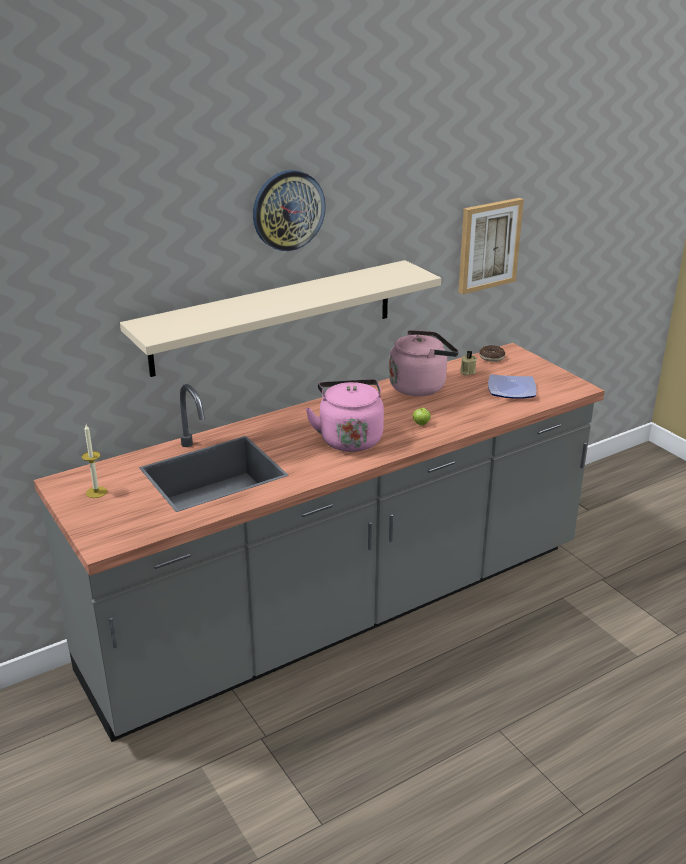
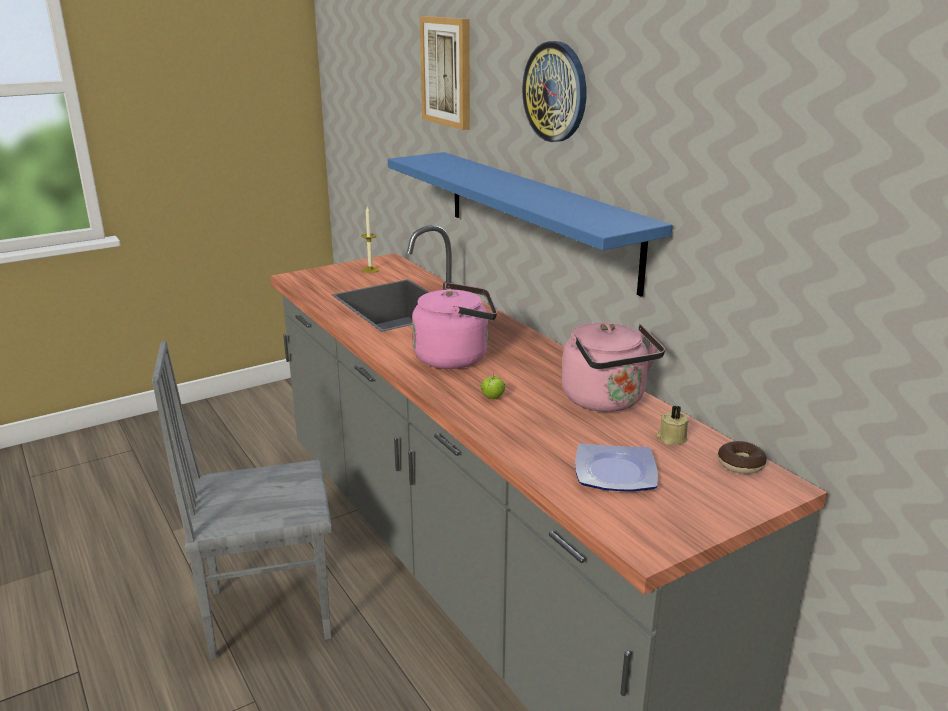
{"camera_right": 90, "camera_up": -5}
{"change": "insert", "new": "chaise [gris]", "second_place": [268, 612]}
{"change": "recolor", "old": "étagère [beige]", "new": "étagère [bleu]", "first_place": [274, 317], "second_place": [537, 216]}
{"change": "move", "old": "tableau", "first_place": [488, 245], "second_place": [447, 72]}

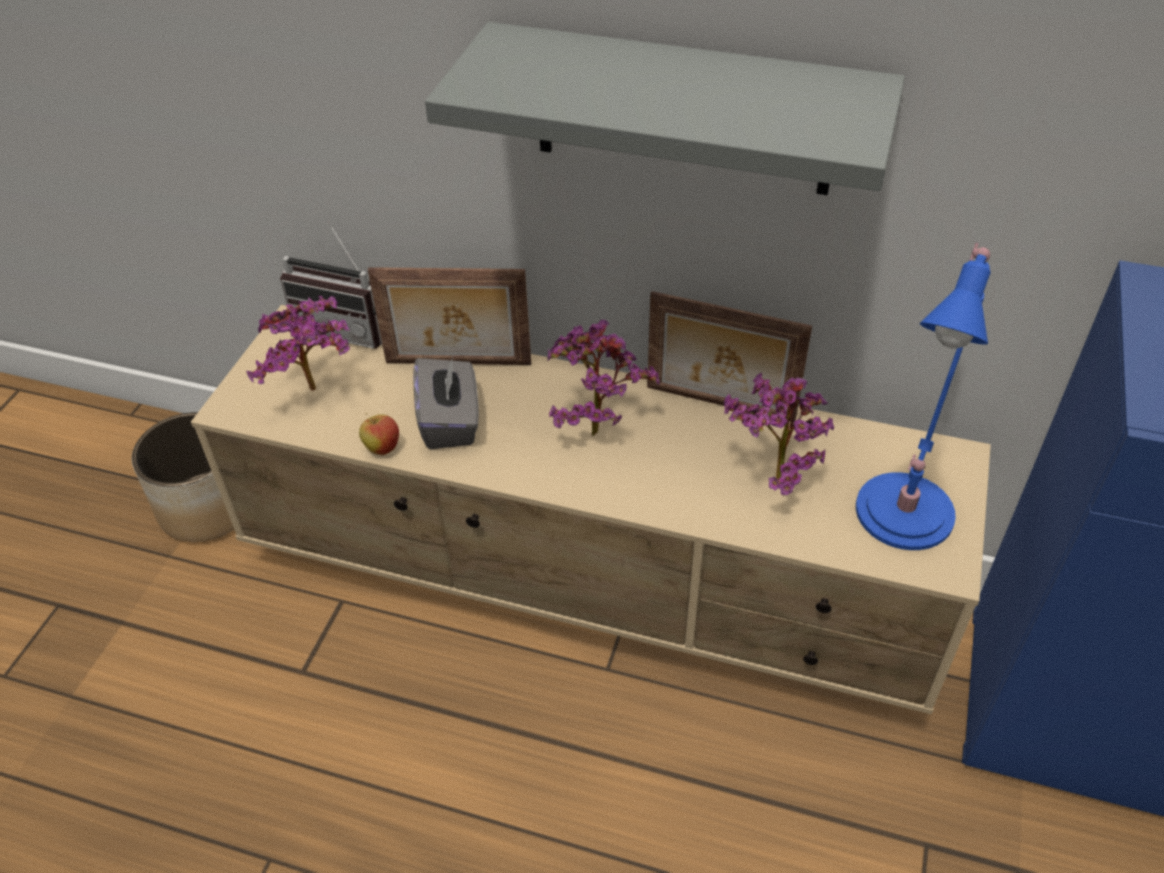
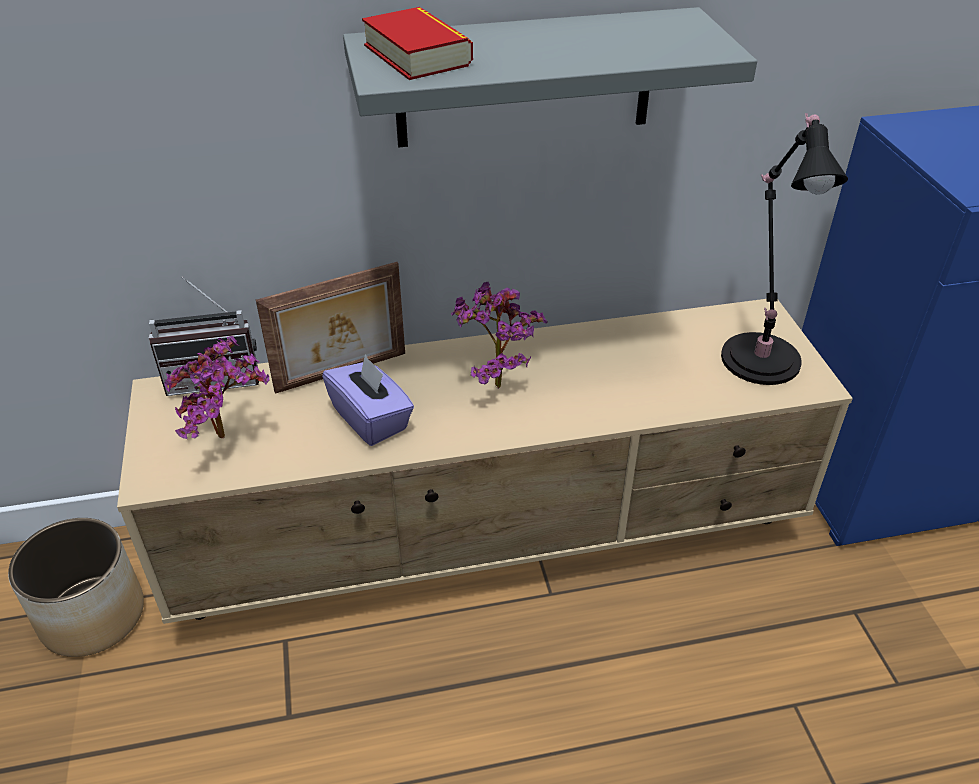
{"camera_right": -30, "camera_up": -5}
{"change": "recolor", "old": "boîte à mouchoirs [gris]", "new": "boîte à mouchoirs [violet]", "first_place": [450, 422], "second_place": [371, 419]}
{"change": "insert", "new": "livre", "second_place": [417, 55]}
{"change": "recolor", "old": "lampe de table [bleu]", "new": "lampe de table [noir]", "first_place": [907, 506], "second_place": [759, 355]}
{"change": "delete", "old": "pomme", "first_place": [382, 448]}
{"change": "delete", "old": "cadre photo", "first_place": [719, 405]}
{"change": "delete", "old": "plante en pot", "first_place": [771, 480]}

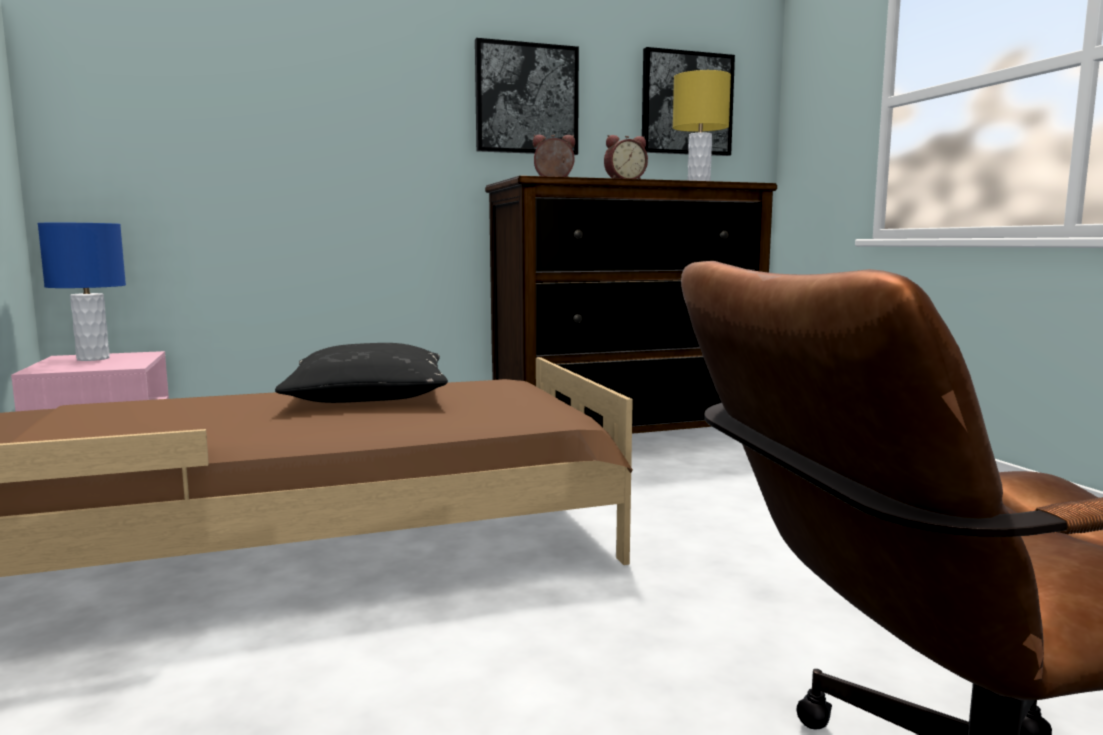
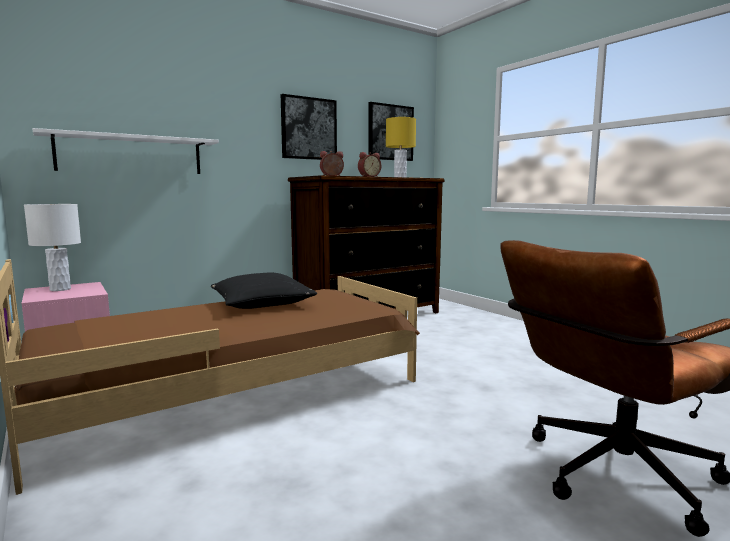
{"camera_right": -15, "camera_up": 0}
{"change": "recolor", "old": "lampe de table [bleu]", "new": "lampe de table [blanc]", "first_place": [93, 358], "second_place": [60, 289]}
{"change": "insert", "new": "étagère [blanc]", "second_place": [131, 155]}

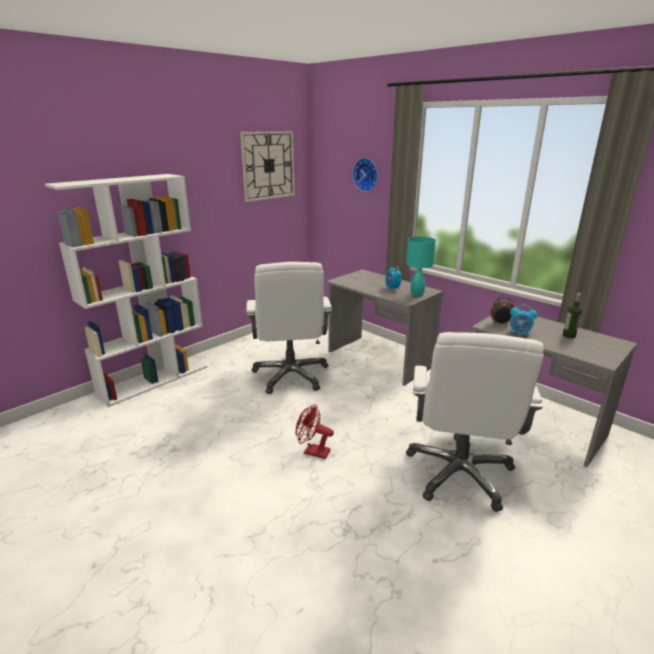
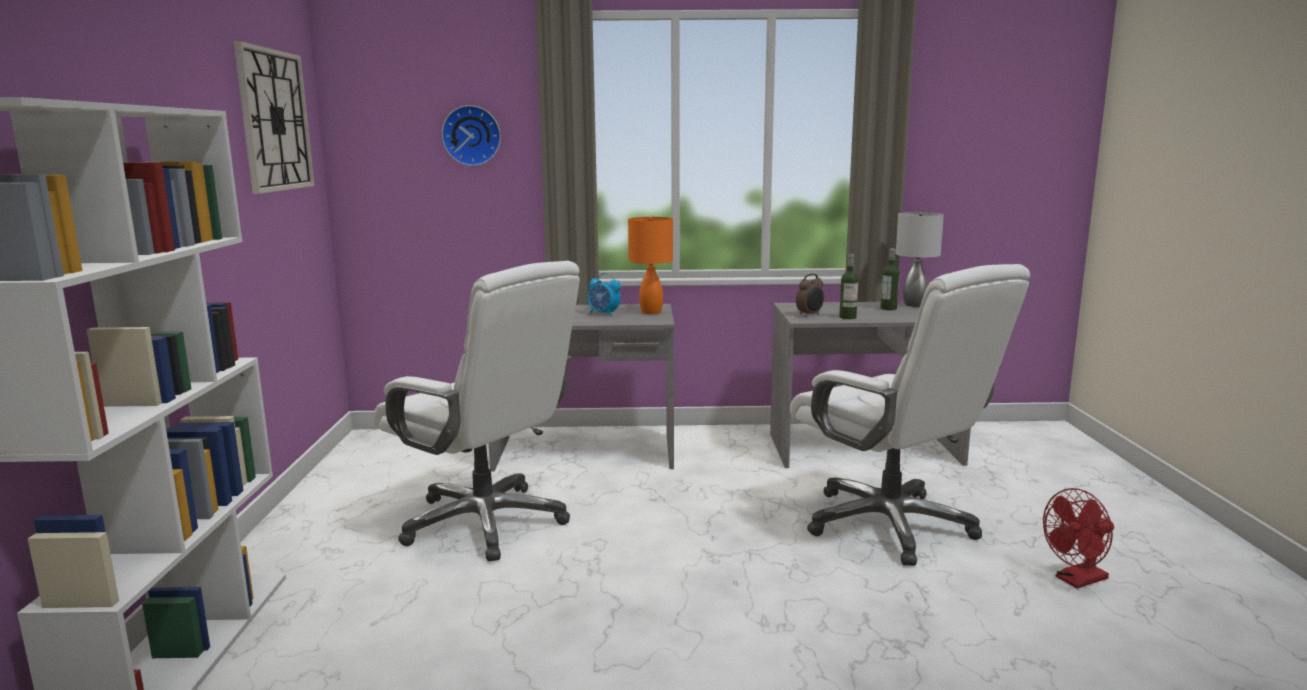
{"camera_right": -45, "camera_up": -10}
{"change": "recolor", "old": "lampe de table [turquoise]", "new": "lampe de table [orange]", "first_place": [417, 294], "second_place": [651, 312]}
{"change": "replace", "old": "réveil", "new": "bouteille", "first_place": [519, 333], "second_place": [847, 317]}
{"change": "insert", "new": "lampe de table [gris]", "second_place": [915, 305]}
{"change": "move", "old": "ventilateur [rouge]", "first_place": [312, 451], "second_place": [1076, 580]}

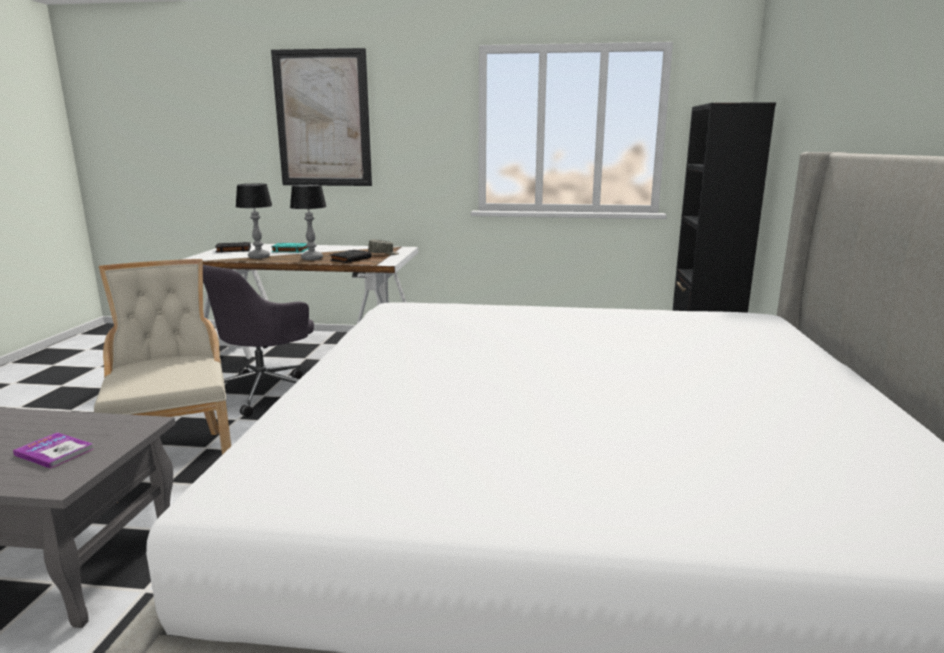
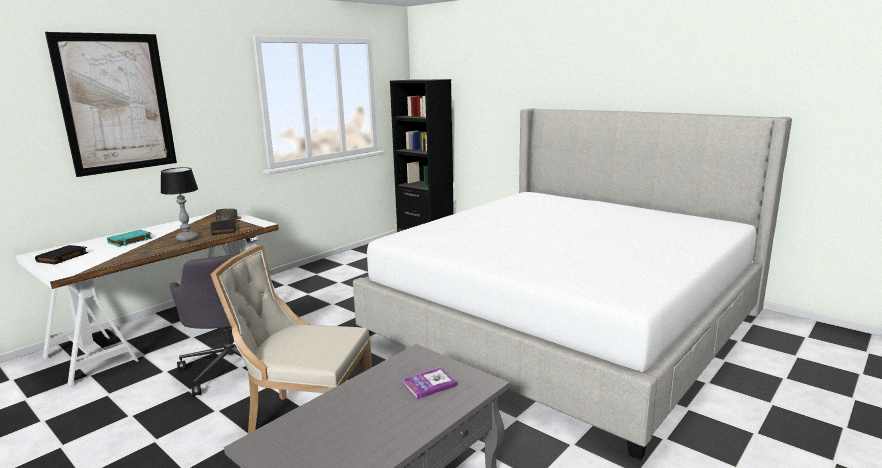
{"camera_right": -55, "camera_up": 0}
{"change": "delete", "old": "lampe de table", "first_place": [259, 257]}

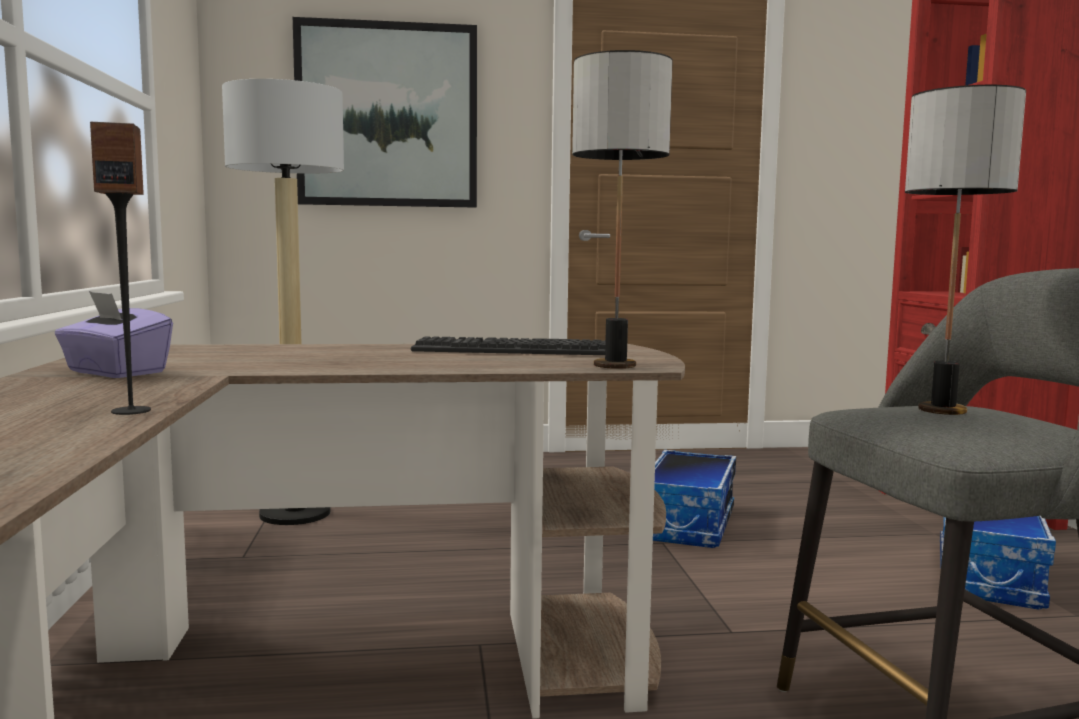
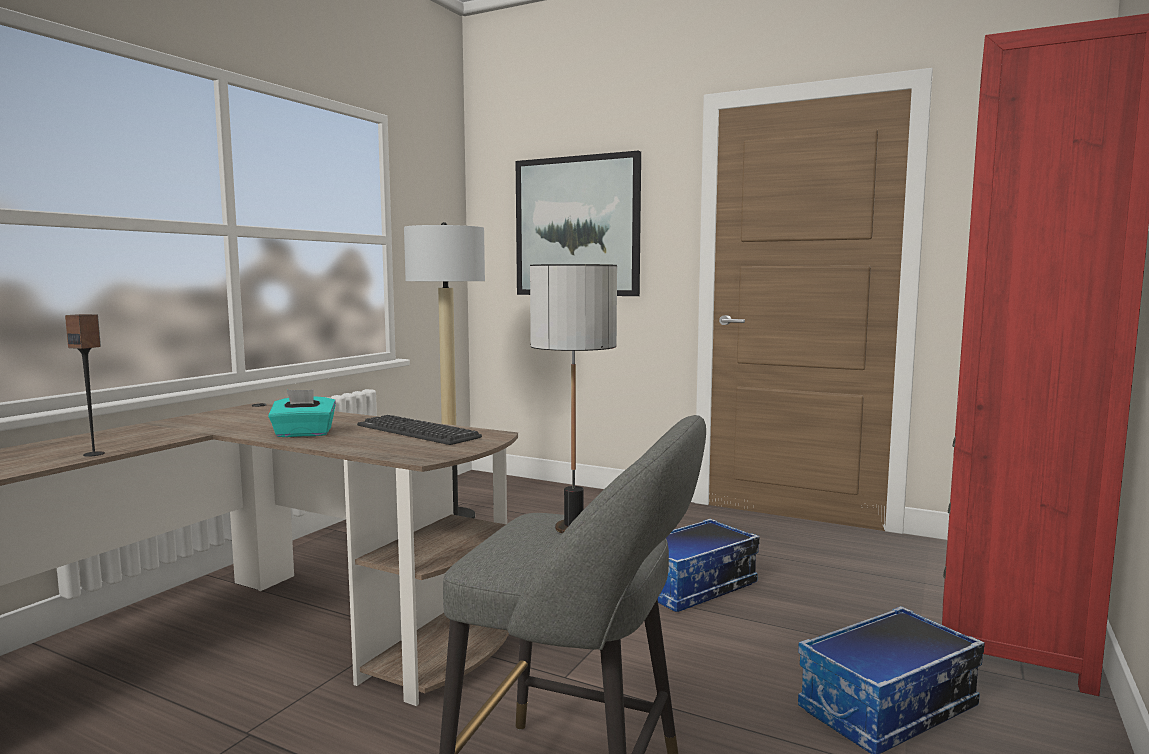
{"camera_right": 35, "camera_up": 0}
{"change": "insert", "new": "boîte à mouchoirs [turquoise]", "second_place": [303, 434]}
{"change": "delete", "old": "boîte à mouchoirs [violet]", "first_place": [115, 372]}
{"change": "delete", "old": "lampe de table", "first_place": [615, 365]}

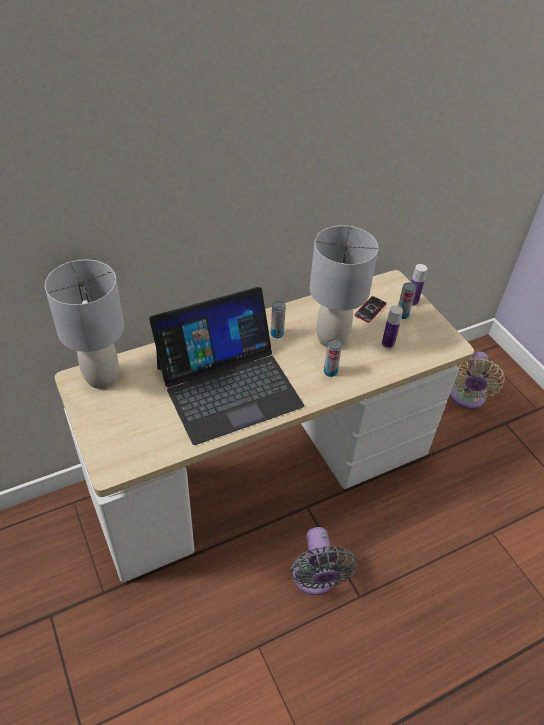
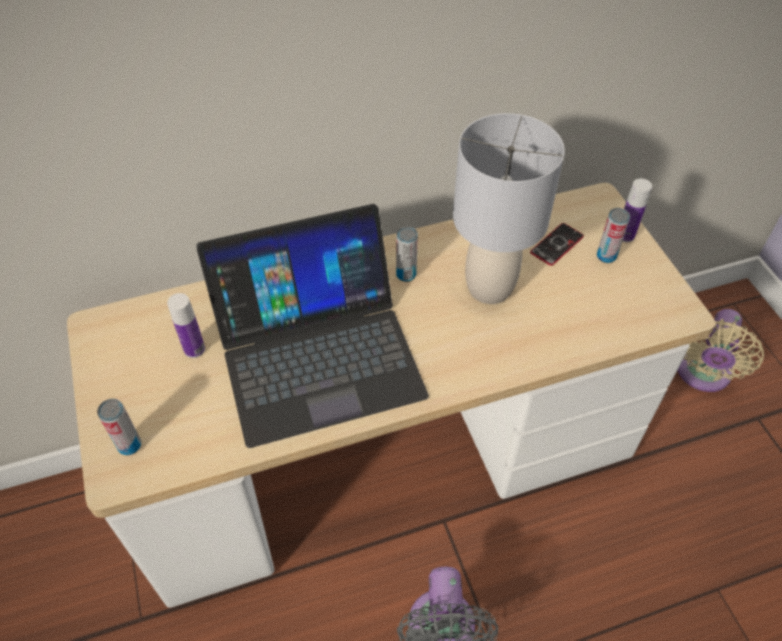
{"camera_right": 10, "camera_up": 5}
{"change": "move", "old": "boîte métallique", "first_place": [330, 372], "second_place": [129, 445]}
{"change": "move", "old": "bouteille", "first_place": [388, 343], "second_place": [194, 349]}
{"change": "delete", "old": "lampe de table [gris]", "first_place": [102, 378]}

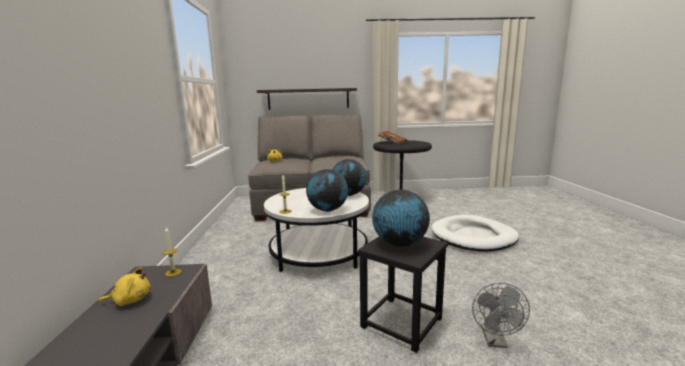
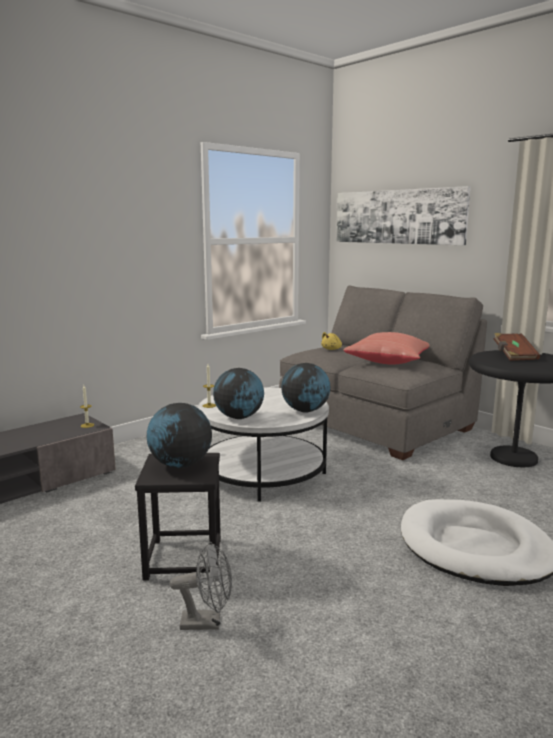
{"camera_right": 50, "camera_up": 0}
{"change": "rotate", "old": "ventilateur [gris]", "first_place": [495, 341], "second_place": [207, 622], "degrees": -150}
{"change": "insert", "new": "tableau", "second_place": [397, 217]}
{"change": "insert", "new": "coussin [rouge]", "second_place": [389, 362]}
{"change": "delete", "old": "peluche [jaune]", "first_place": [130, 300]}
{"change": "delete", "old": "étagère", "first_place": [308, 99]}

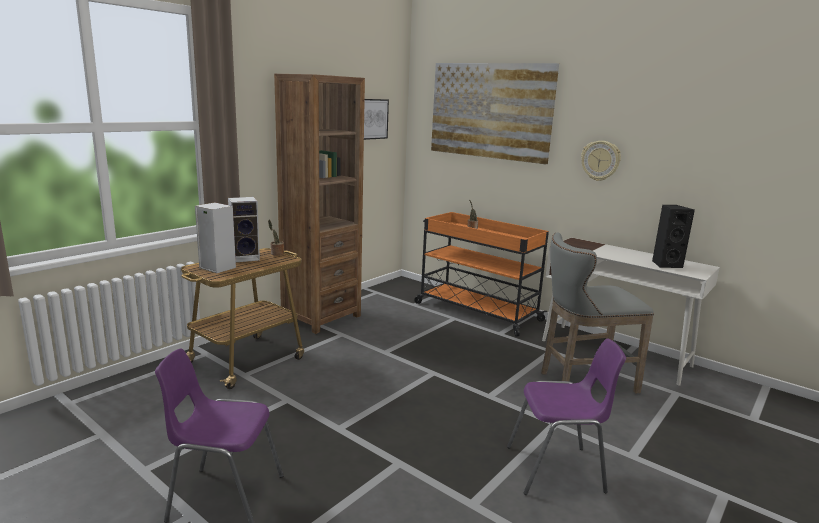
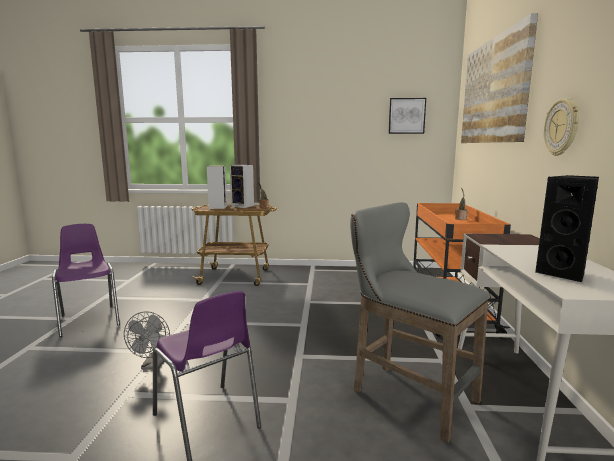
{"camera_right": 55, "camera_up": -5}
{"change": "insert", "new": "ventilateur [gris]", "second_place": [152, 365]}
{"change": "delete", "old": "bibliothèque [marron]", "first_place": [321, 317]}

